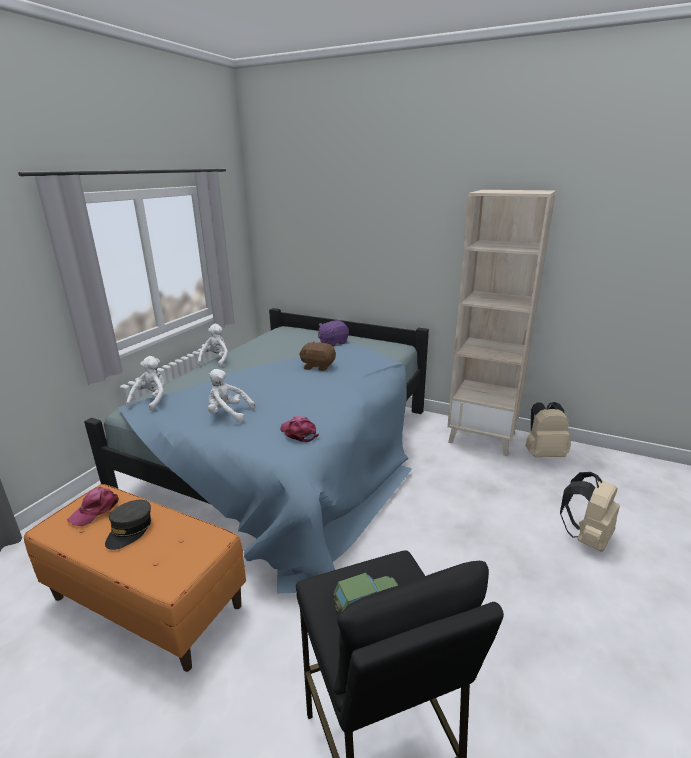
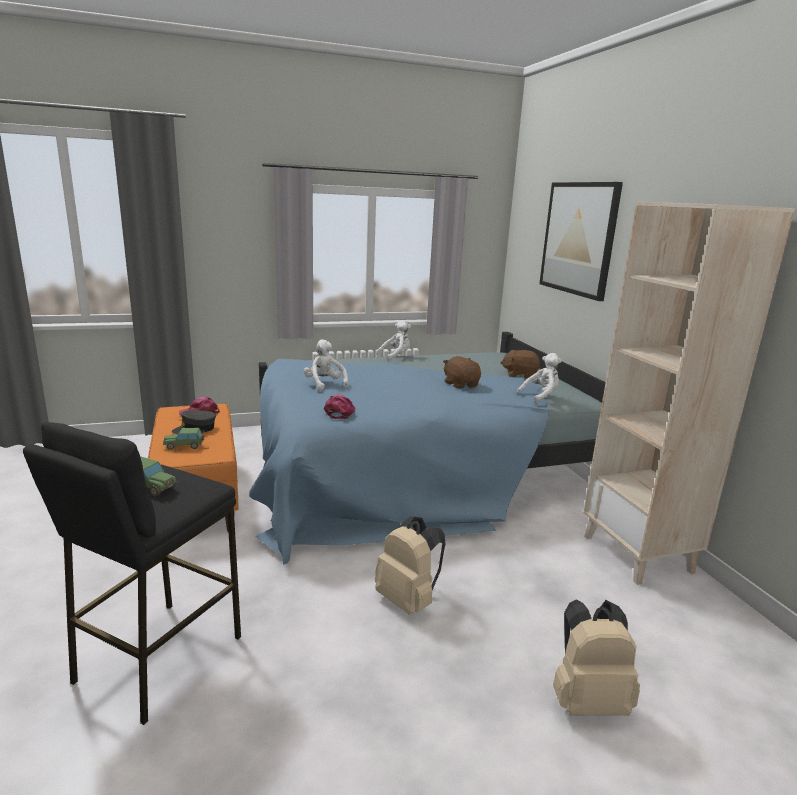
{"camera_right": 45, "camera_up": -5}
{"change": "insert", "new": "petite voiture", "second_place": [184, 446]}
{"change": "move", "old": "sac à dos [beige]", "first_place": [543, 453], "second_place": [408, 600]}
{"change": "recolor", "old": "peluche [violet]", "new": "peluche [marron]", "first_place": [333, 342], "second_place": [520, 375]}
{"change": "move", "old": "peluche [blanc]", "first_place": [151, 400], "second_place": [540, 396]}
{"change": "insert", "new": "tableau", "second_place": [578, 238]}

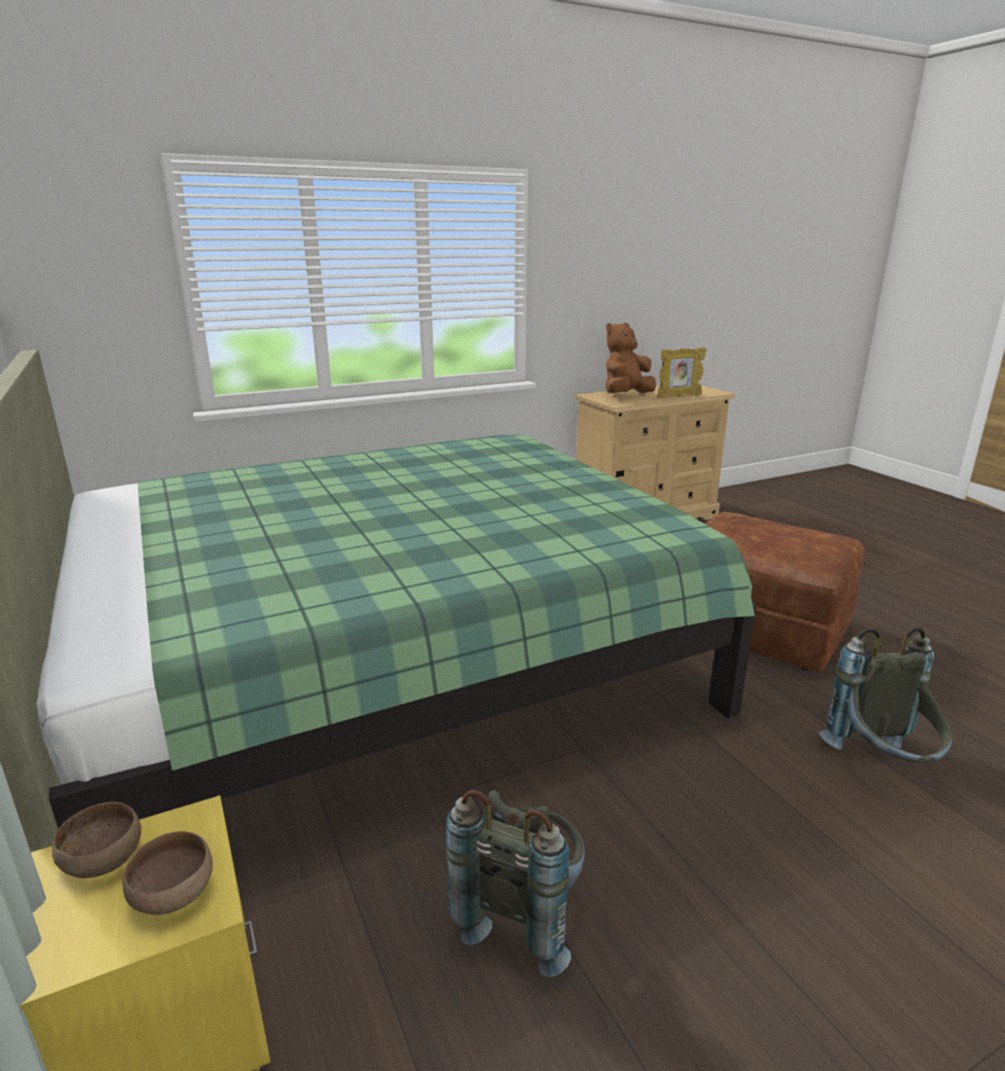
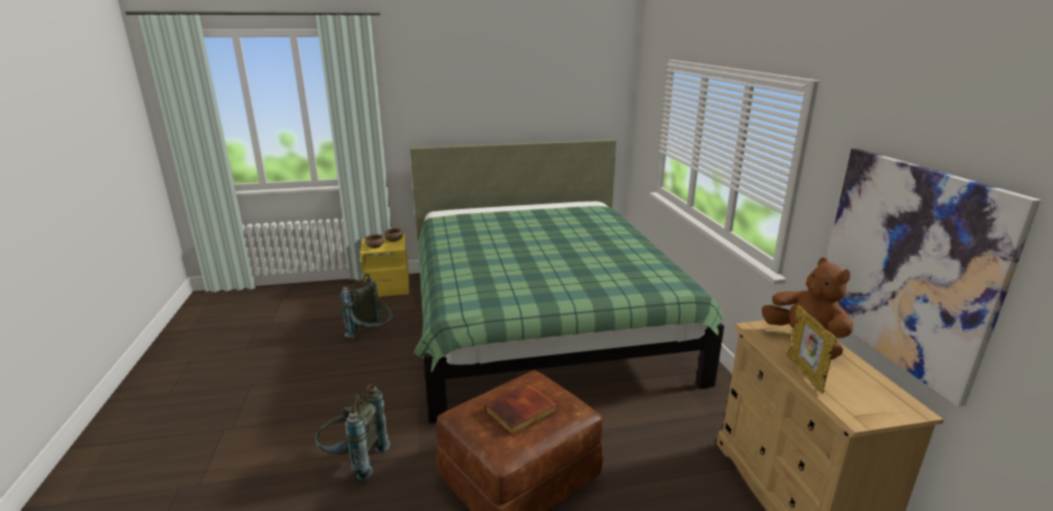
{"camera_right": 105, "camera_up": 0}
{"change": "insert", "new": "livre", "second_place": [521, 413]}
{"change": "insert", "new": "tableau", "second_place": [906, 265]}

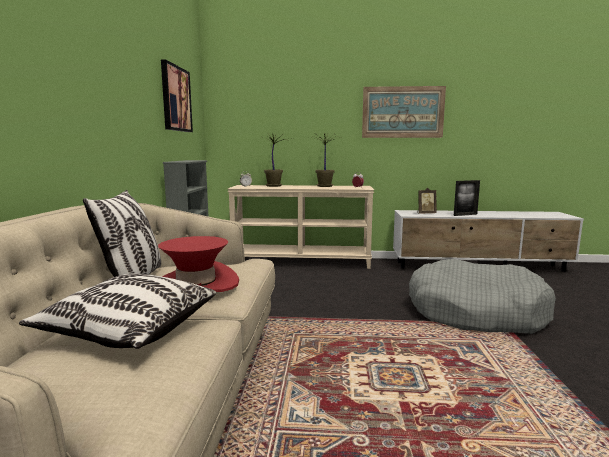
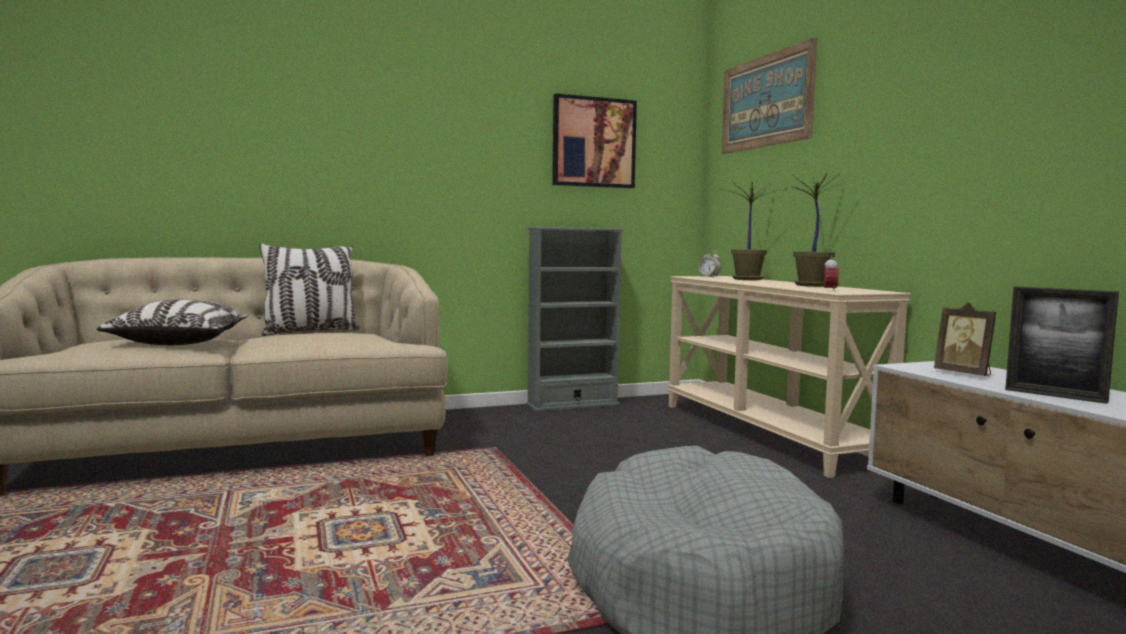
{"camera_right": 65, "camera_up": -5}
{"change": "move", "old": "tableau", "first_place": [402, 112], "second_place": [766, 101]}
{"change": "delete", "old": "chapeau [rouge]", "first_place": [196, 284]}

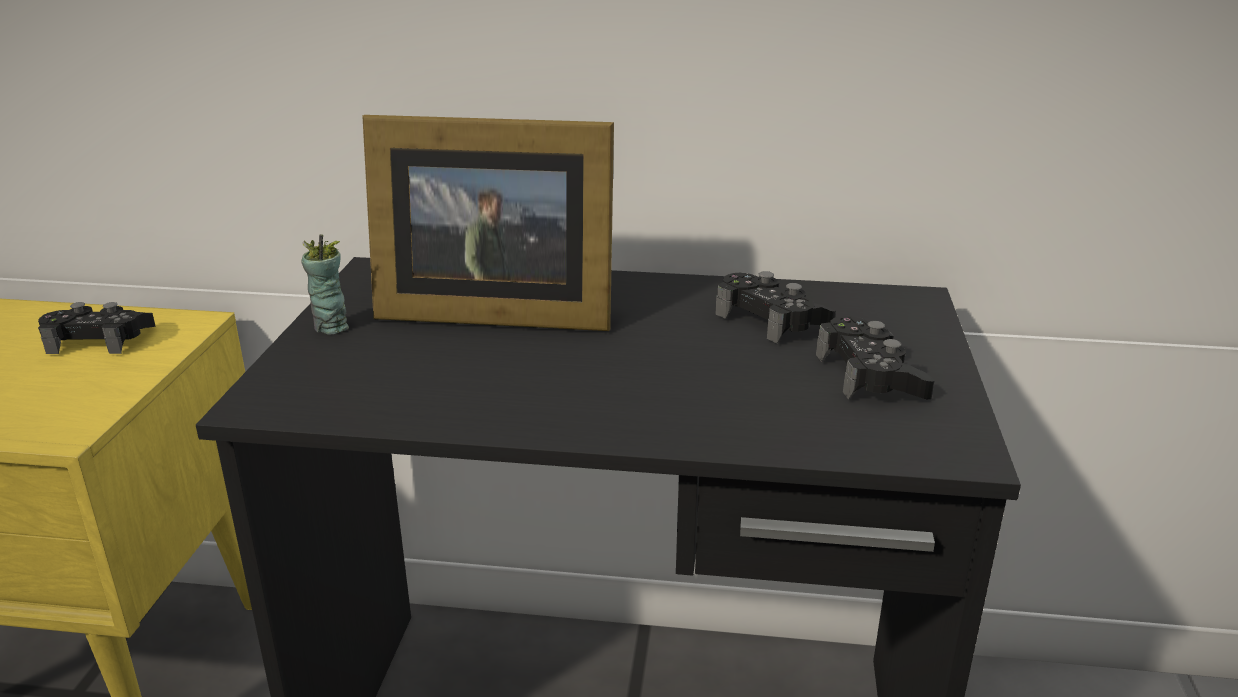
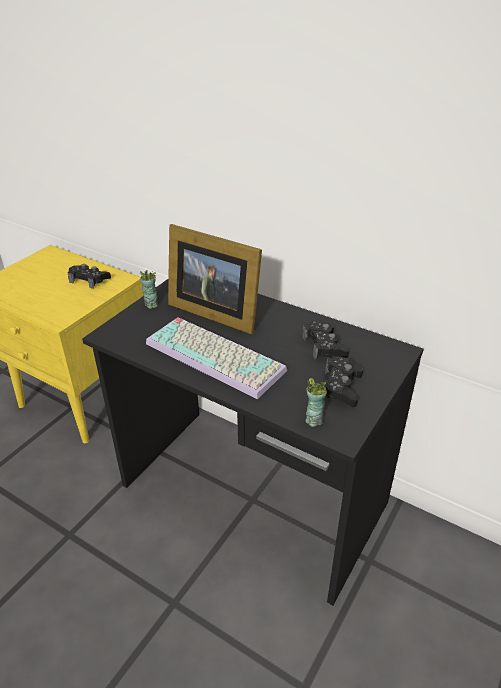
{"camera_right": 25, "camera_up": 10}
{"change": "insert", "new": "clavier", "second_place": [217, 356]}
{"change": "insert", "new": "tasse", "second_place": [314, 420]}

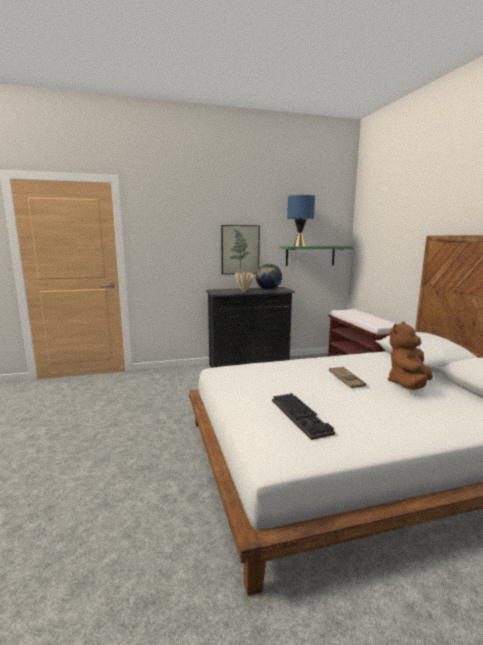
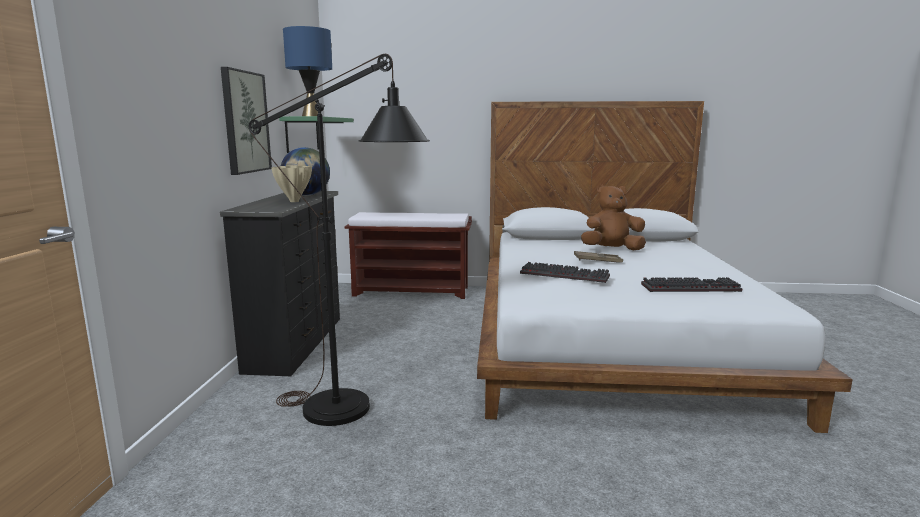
{"camera_right": -70, "camera_up": 0}
{"change": "insert", "new": "lampadaire [noir]", "second_place": [353, 412]}
{"change": "insert", "new": "clavier", "second_place": [566, 275]}
{"change": "rotate", "old": "peluche [marron]", "first_place": [408, 385], "second_place": [612, 250], "degrees": 120}

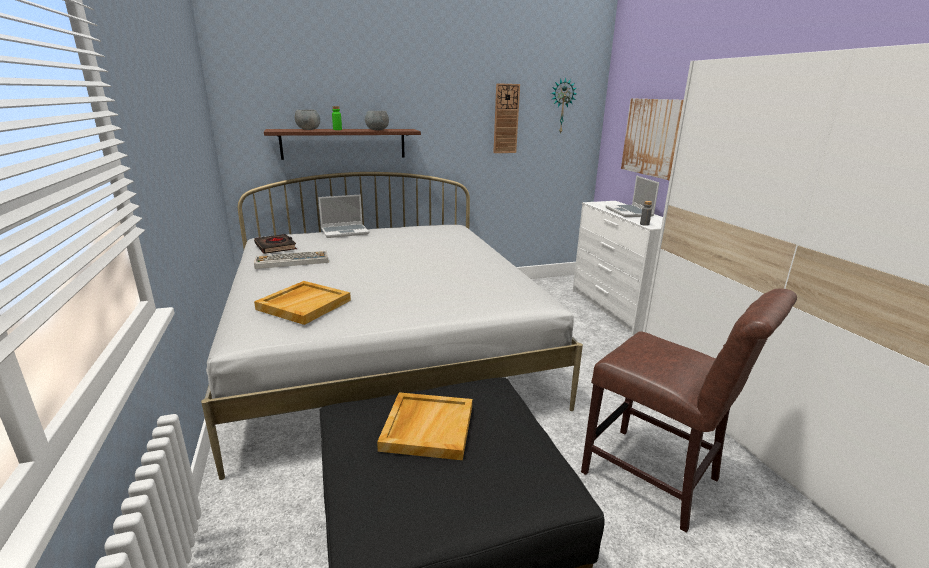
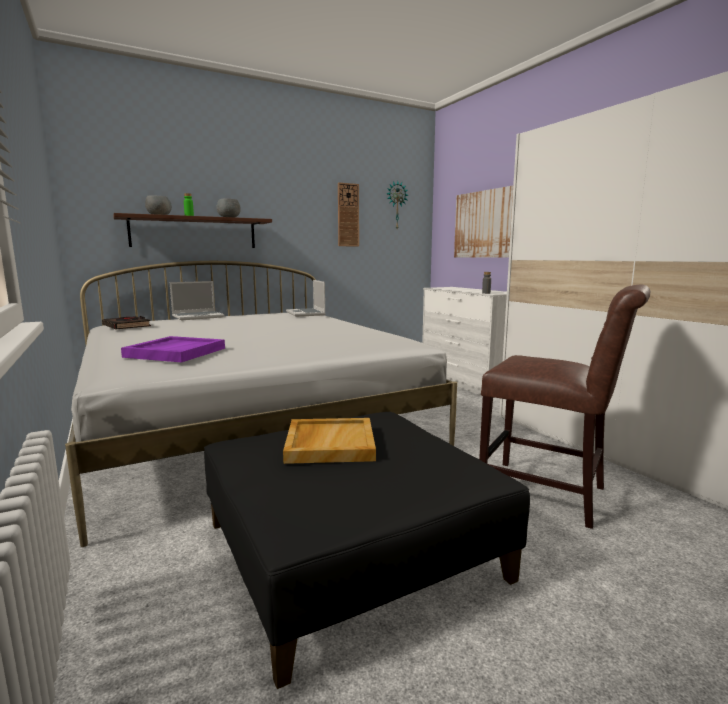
{"camera_right": -10, "camera_up": -10}
{"change": "recolor", "old": "plateau [beige]", "new": "plateau [violet]", "first_place": [304, 304], "second_place": [175, 352]}
{"change": "move", "old": "ordinateur portable", "first_place": [630, 212], "second_place": [306, 313]}
{"change": "delete", "old": "clavier", "first_place": [291, 261]}

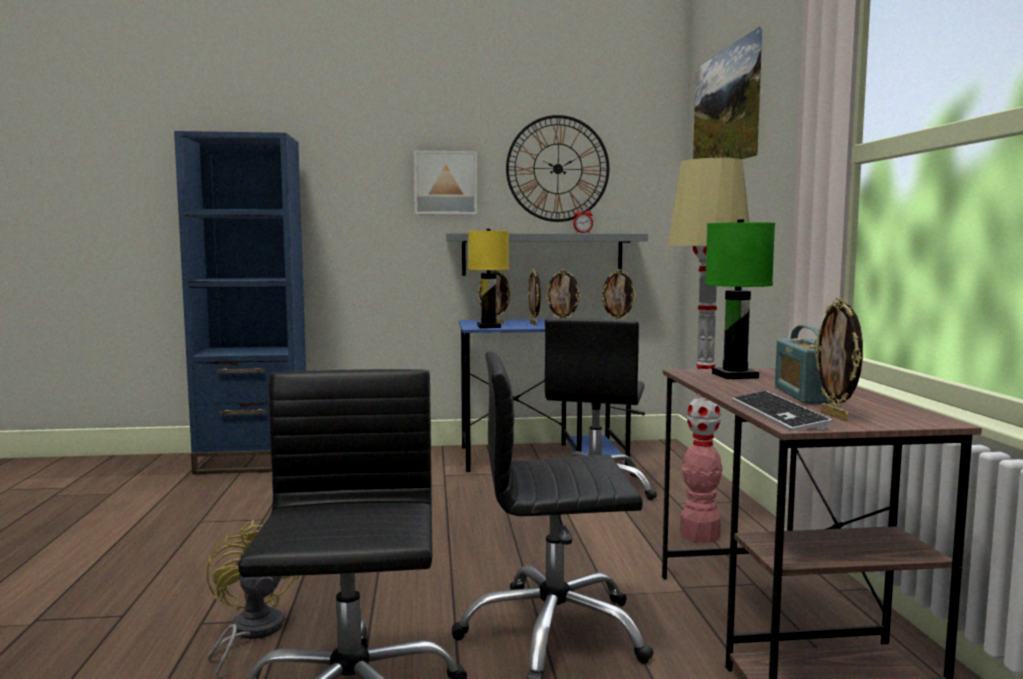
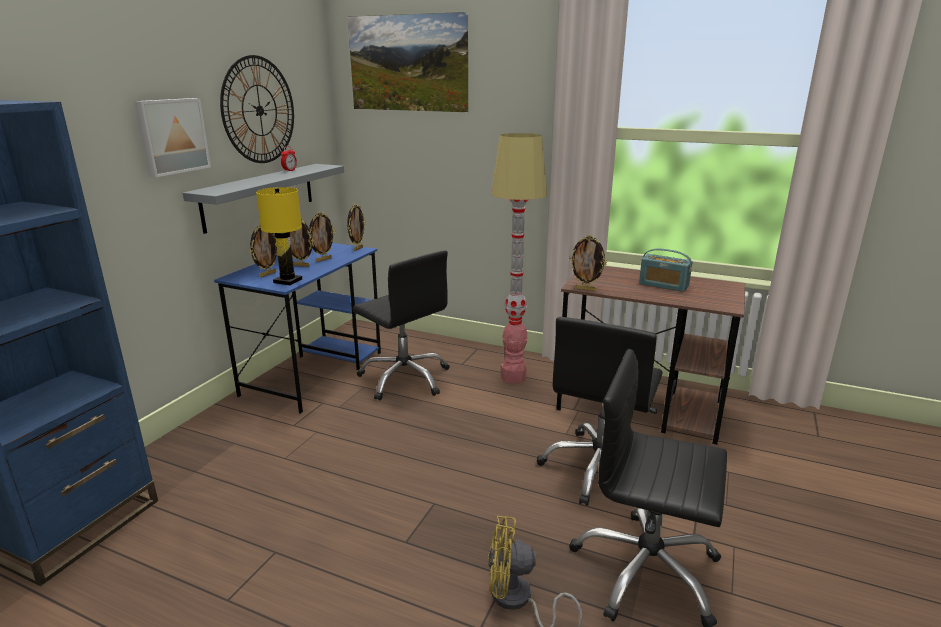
{"camera_right": -60, "camera_up": 15}
{"change": "move", "old": "cadre photo", "first_place": [835, 416], "second_place": [585, 289]}
{"change": "delete", "old": "lampe de table [vert]", "first_place": [735, 376]}
{"change": "delete", "old": "clavier", "first_place": [778, 414]}

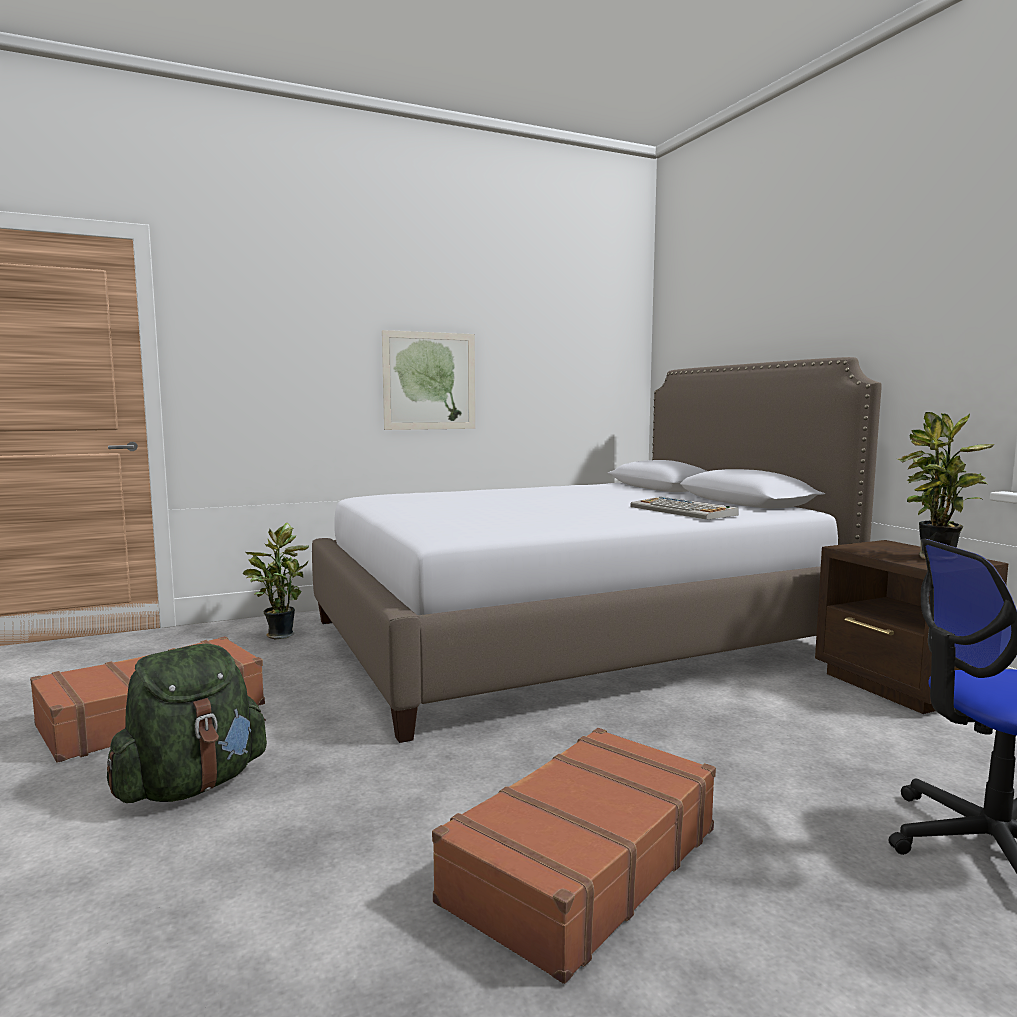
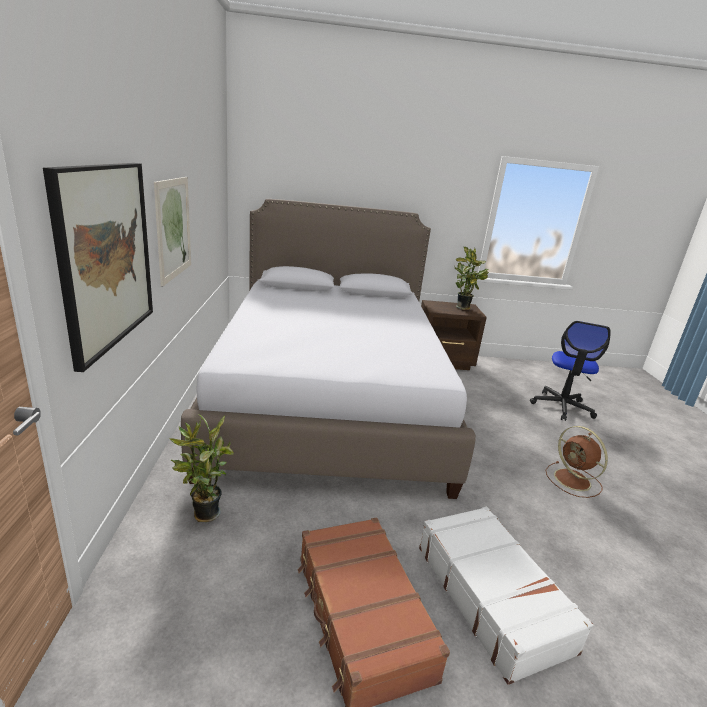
{"camera_right": -70, "camera_up": 15}
{"change": "insert", "new": "tableau", "second_place": [106, 257]}
{"change": "replace", "old": "sac à dos [vert]", "new": "valise [blanc]", "first_place": [192, 785], "second_place": [492, 596]}
{"change": "replace", "old": "valise [marron]", "new": "ventilateur [marron]", "first_place": [581, 864], "second_place": [573, 481]}
{"change": "delete", "old": "clavier", "first_place": [683, 511]}

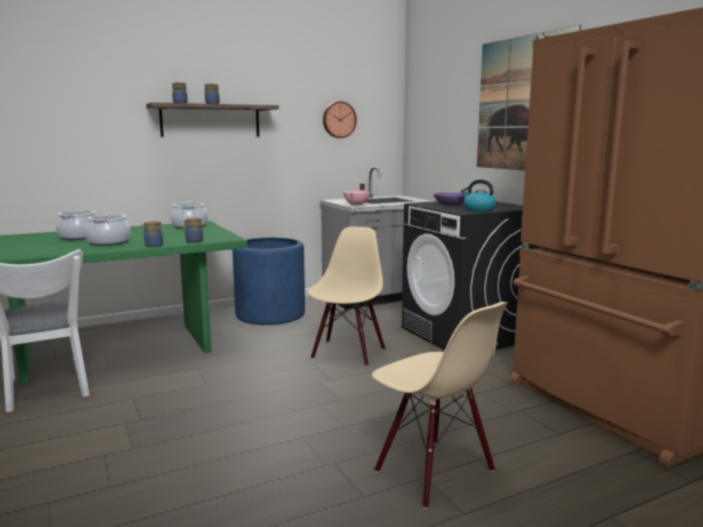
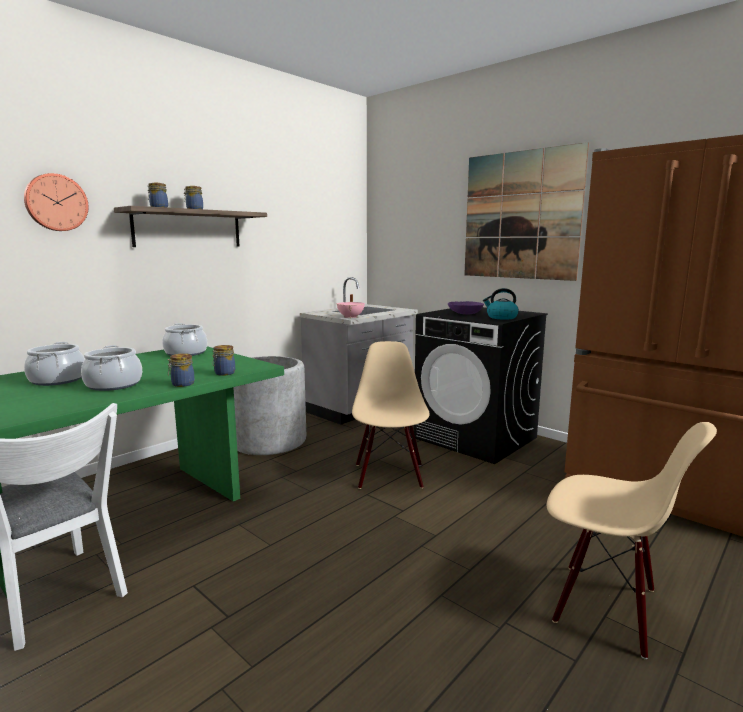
{"camera_right": -20, "camera_up": 0}
{"change": "move", "old": "horloge murale", "first_place": [338, 119], "second_place": [56, 202]}
{"change": "recolor", "old": "cache-pot [bleu]", "new": "cache-pot [gris]", "first_place": [270, 314], "second_place": [269, 441]}

